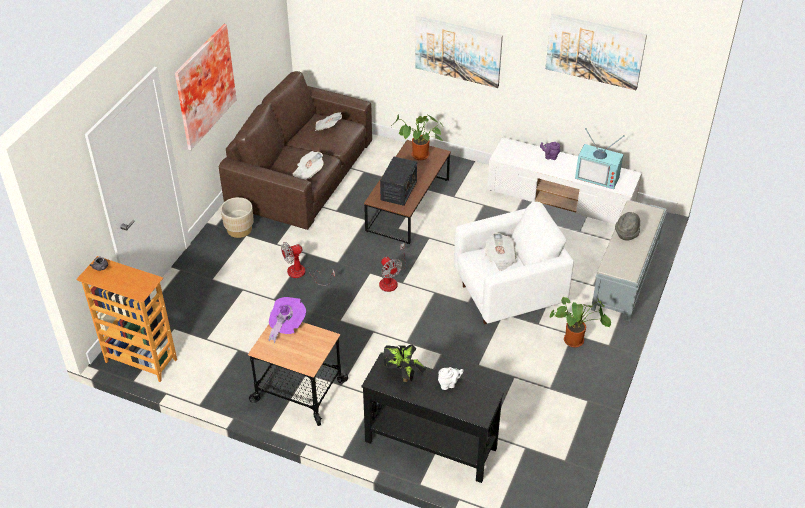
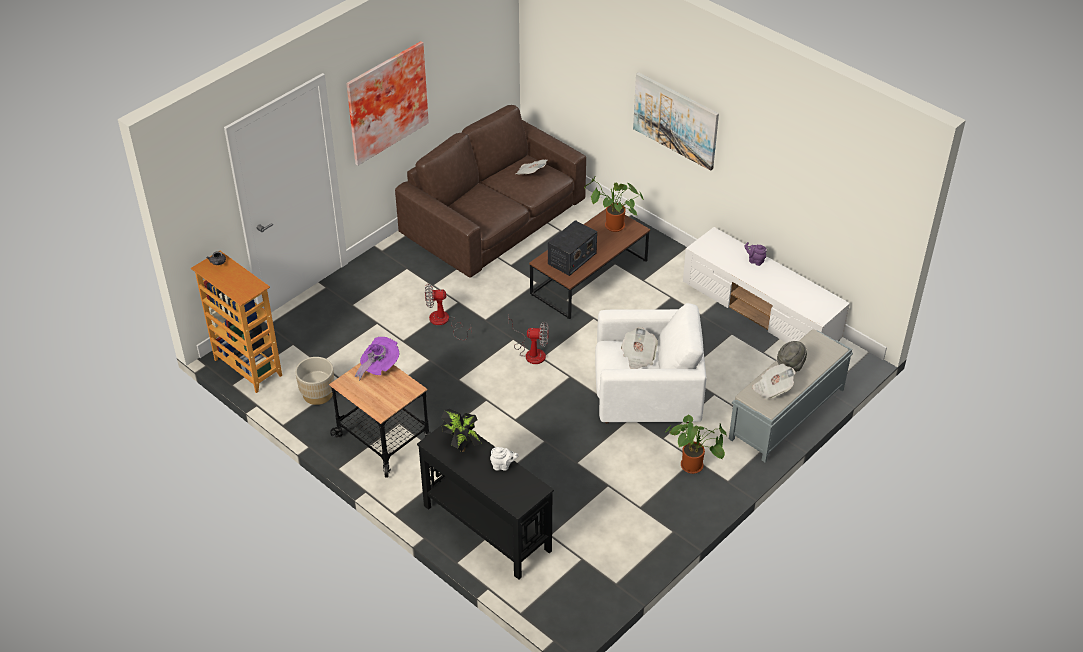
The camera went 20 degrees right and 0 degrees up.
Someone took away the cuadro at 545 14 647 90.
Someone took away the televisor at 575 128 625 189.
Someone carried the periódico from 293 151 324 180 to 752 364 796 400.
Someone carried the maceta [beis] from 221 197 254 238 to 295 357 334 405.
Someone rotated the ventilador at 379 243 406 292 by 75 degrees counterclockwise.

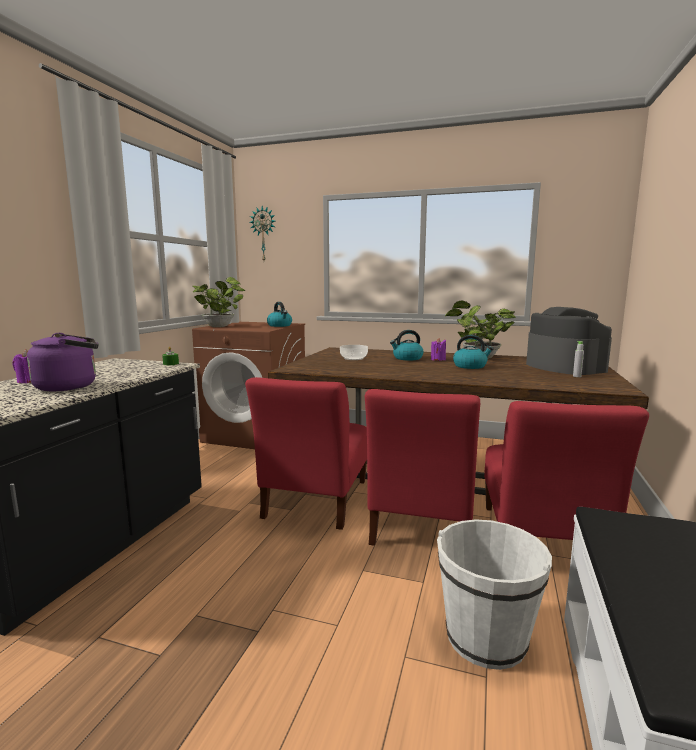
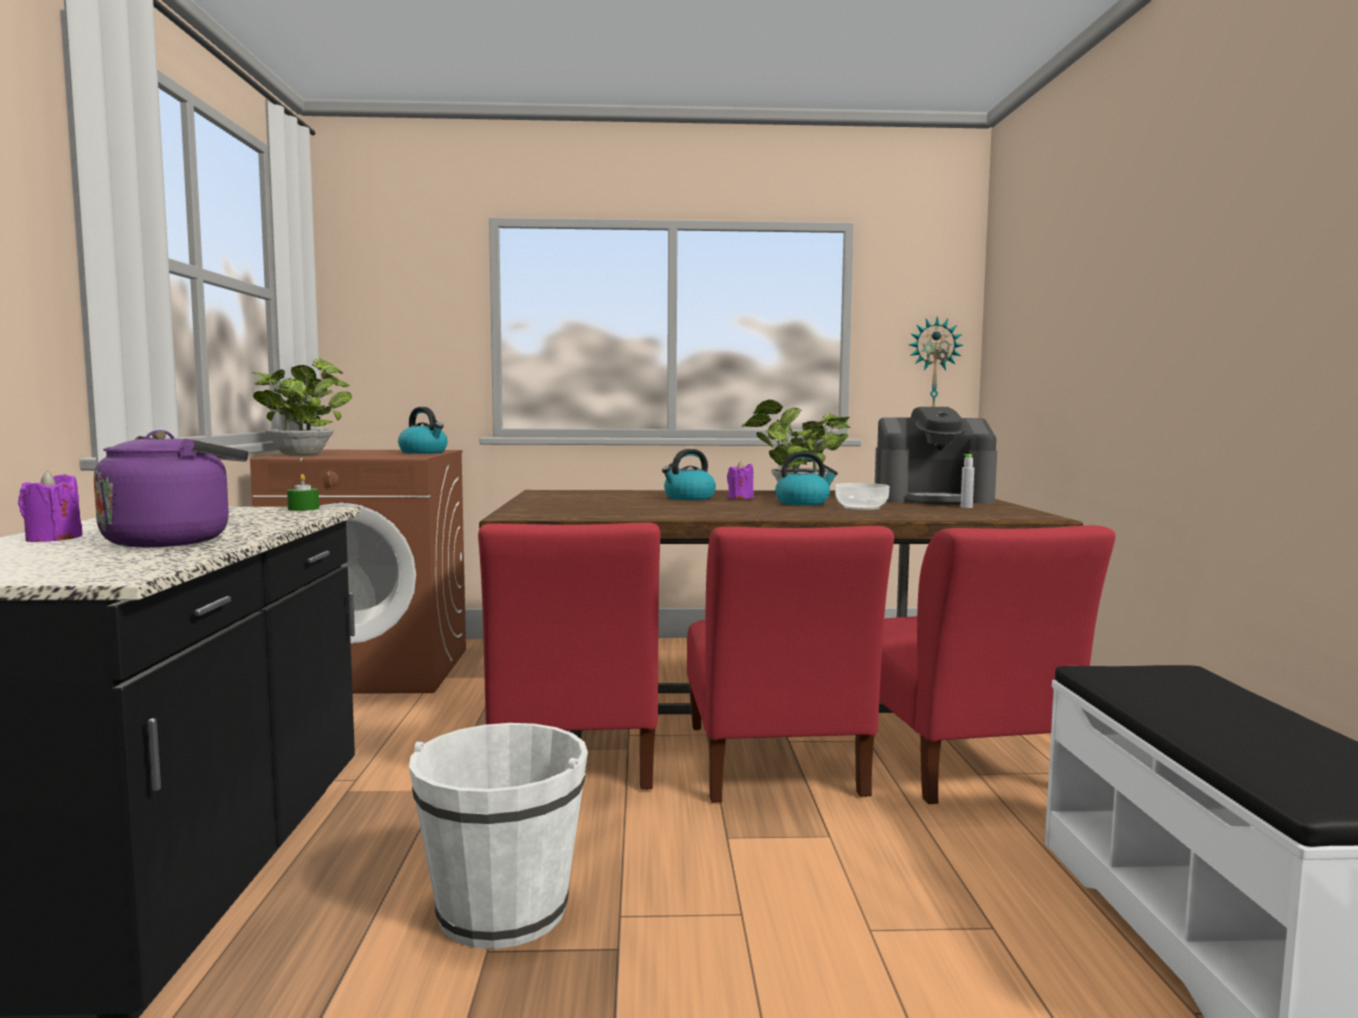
The camera went 20 degrees left and 5 degrees down.
Someone carried the reloj de pared from 250 206 275 261 to 909 316 963 407.
Someone rotated the cafetera at 526 307 612 375 by 135 degrees clockwise.
Someone carried the cuenco from 340 345 368 360 to 835 483 889 510.
Someone carried the cubo [blanco] from 437 519 552 670 to 409 723 588 949.

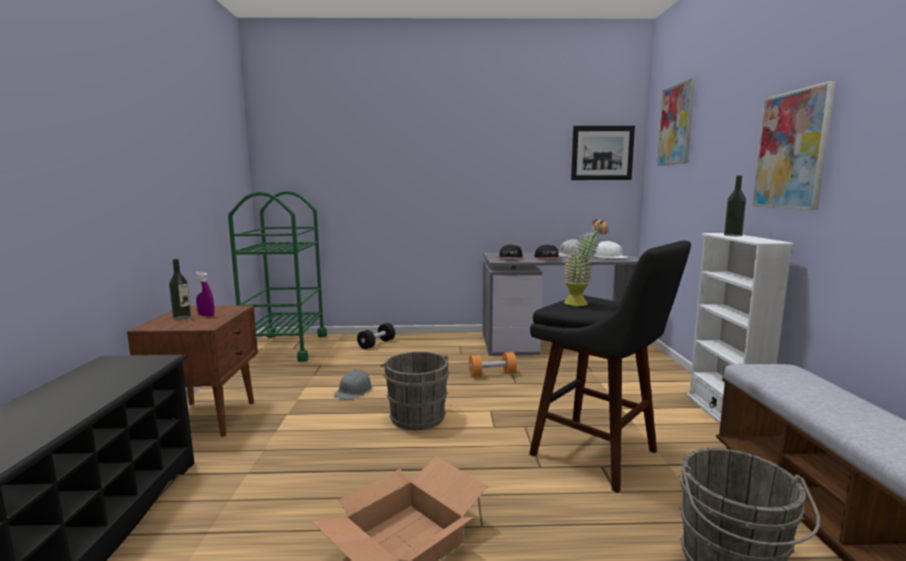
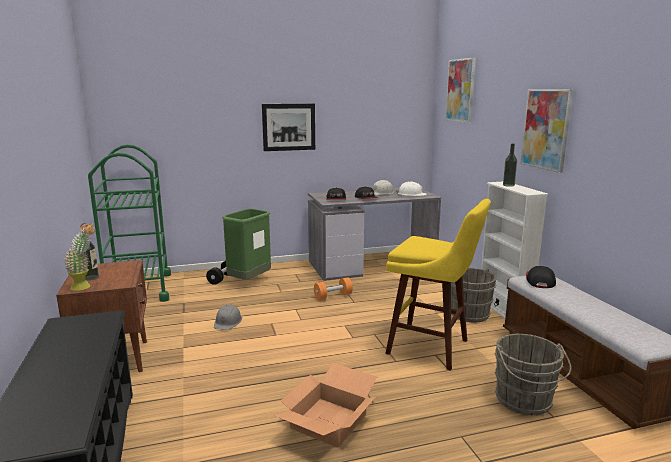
The camera went 15 degrees left and 5 degrees up.
Someone carried the cuadro from 571 126 635 180 to 262 104 315 151.
Someone carried the planta en maceta from 563 219 609 306 to 64 223 95 291.
Someone repainted the taburete [negro] at 529 241 691 493, which became the taburete [amarillo] at 385 199 491 371.
Someone took away the pulverizador [morado] at 195 272 214 317.
Someone carried the cubo [gris] from 380 352 450 430 to 451 268 497 322.
Someone put down the papelera [verde] at 222 209 271 280.
Someone put down the gorra at 526 266 556 288.

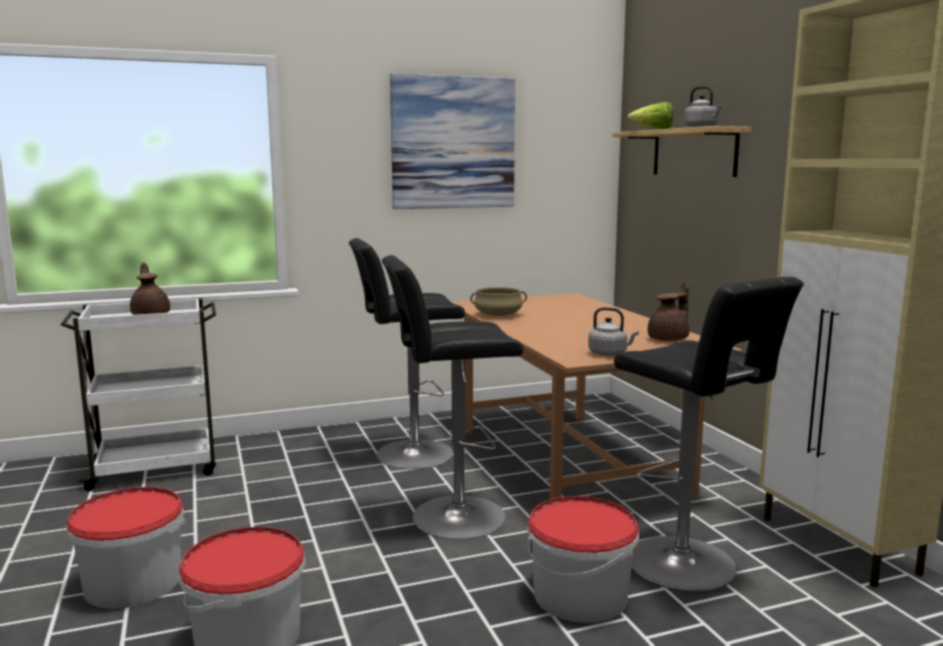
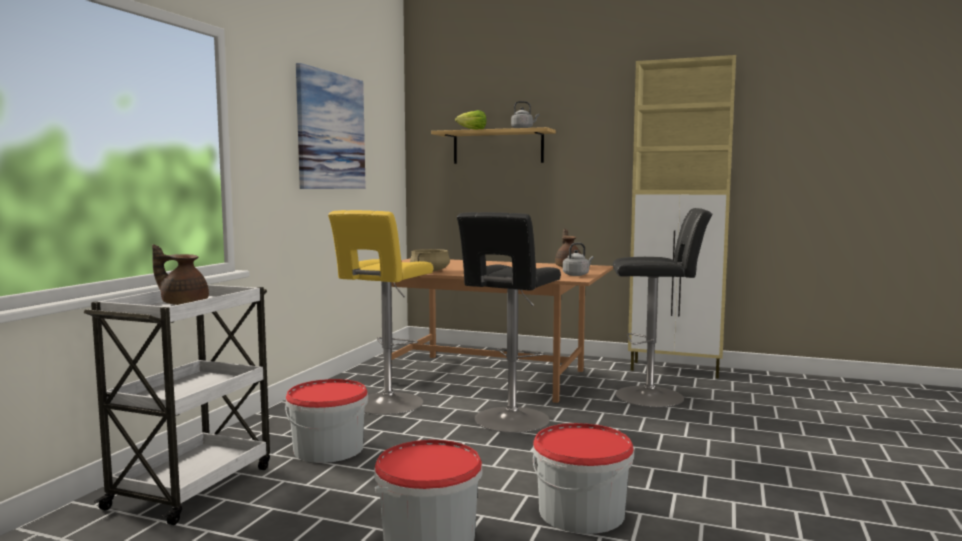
The camera went 50 degrees left and 5 degrees down.
Someone repainted the taburete [negro] at 349 238 465 469, which became the taburete [amarillo] at 328 210 433 415.
Someone carried the cubo from 528 496 639 623 to 285 379 368 463.

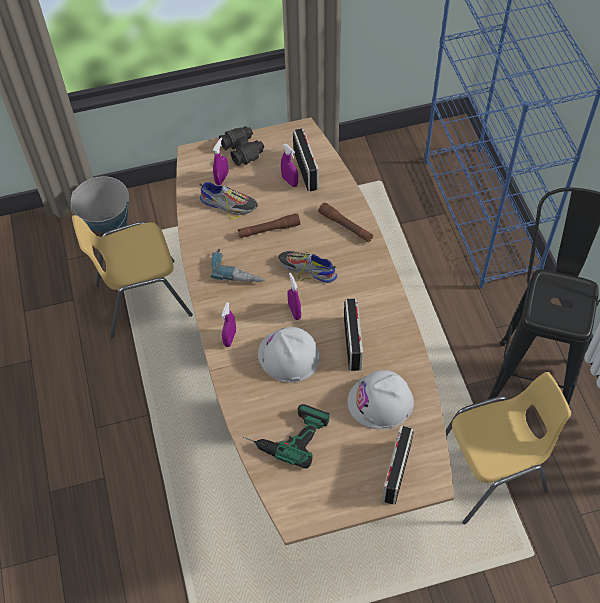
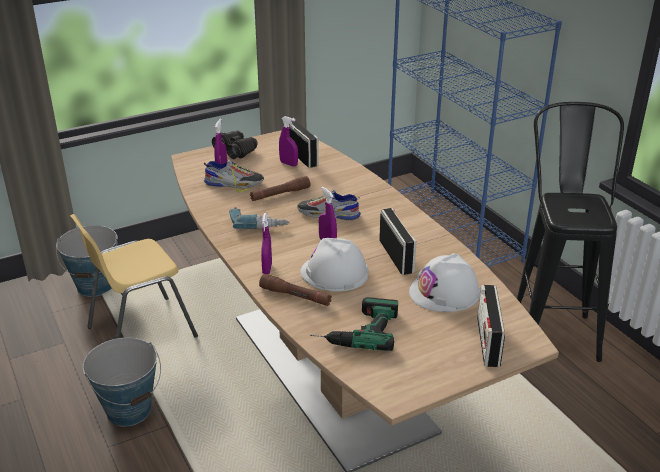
The camera went 15 degrees left and 25 degrees down.
Someone carried the linterna [marrón] from 318 202 373 242 to 259 274 332 306.
Someone took away the silla [amarillo] at 445 372 571 525.
Someone put down the cubo at 83 337 161 427.

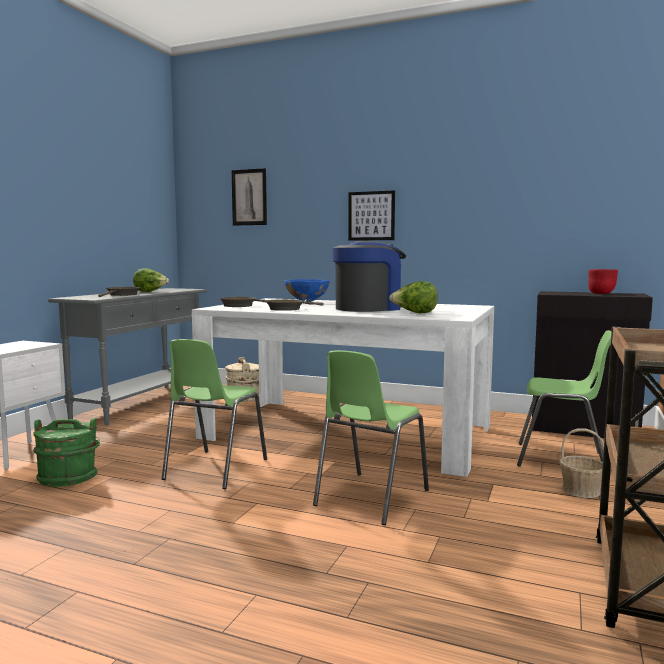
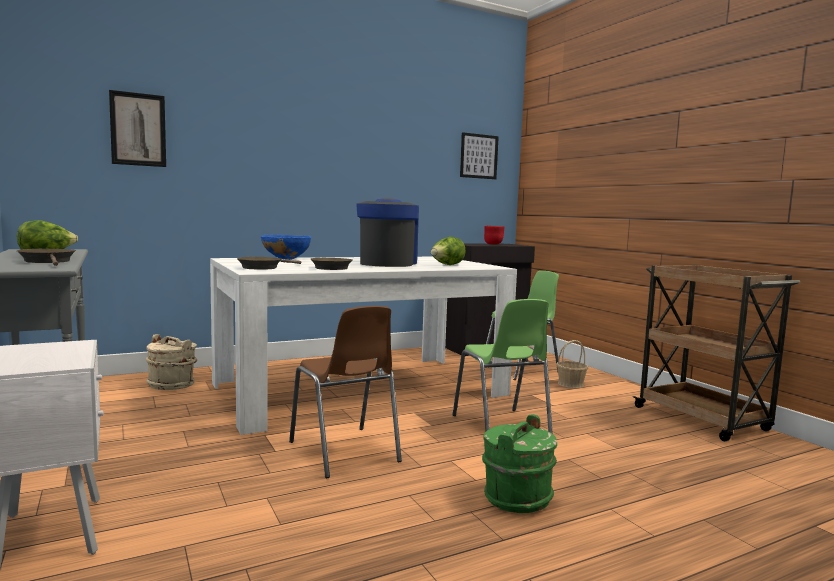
The camera went 50 degrees left and 0 degrees up.
Someone carried the cuadro from 348 190 395 241 to 460 132 499 179.
Someone repainted the silla [verde] at 162 339 267 489, which became the silla [marrón] at 289 306 402 478.
Someone carried the cubo [verde] from 33 418 100 487 to 482 414 557 513.

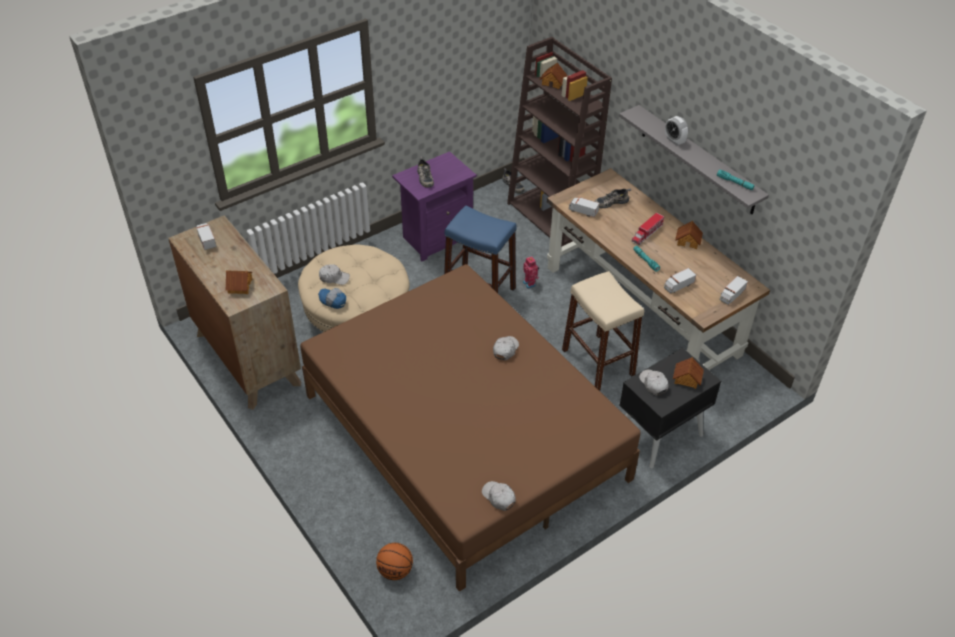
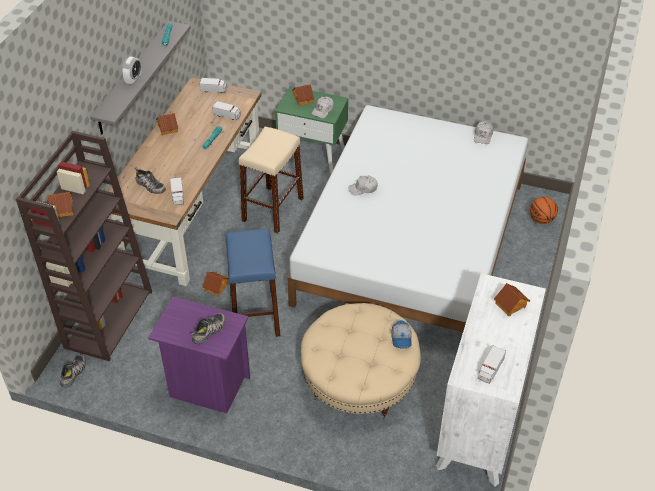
The camera went 125 degrees left and 0 degrees up.
Someone took away the camión de juguete at 632 213 664 245.
Someone repainted the cómoda [marrón] at 168 215 301 410, which became the cómoda [blanco] at 436 273 546 487.
Someone swapped the robot de juguete at 523 256 539 289 for the casita at 202 272 229 296.
Someone repainted the cama [marrón] at 300 264 641 592, which became the cama [blanco] at 288 105 528 332.
Someone took away the gorra [blanco] at 319 264 350 285.
Someone repainted the mesita de noche [negro] at 619 348 721 468, which became the mesita de noche [verde] at 275 86 349 174.

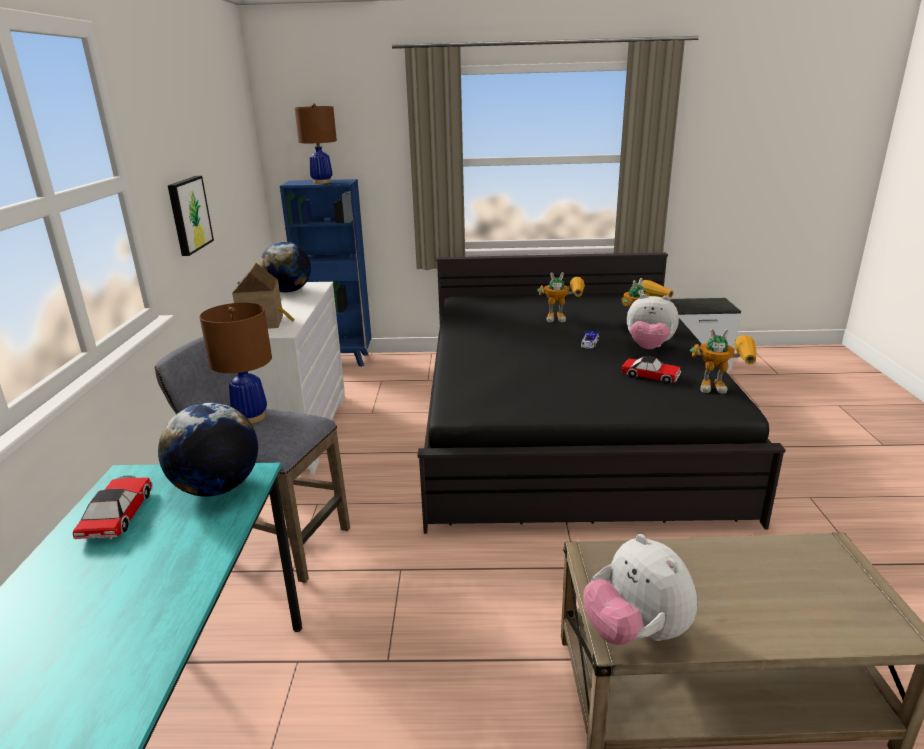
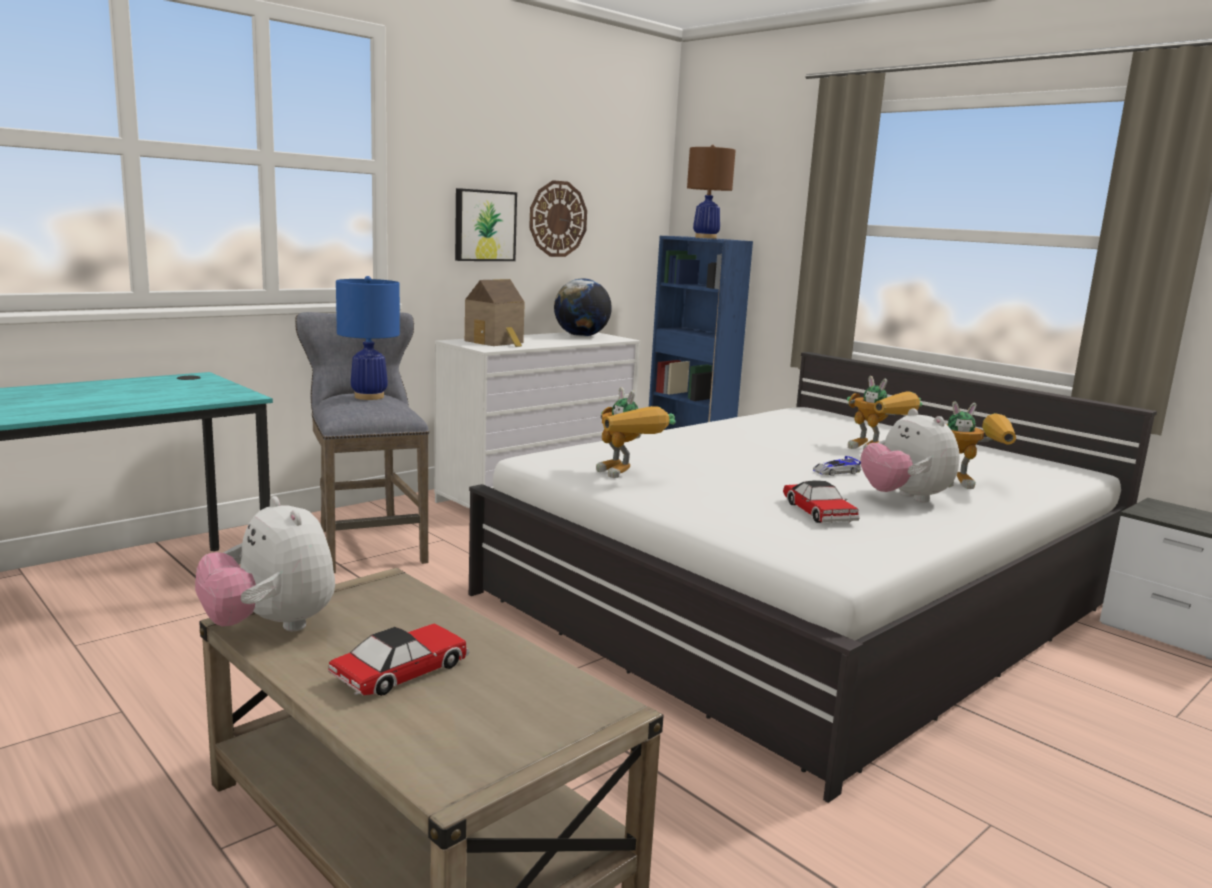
The camera went 45 degrees right and 10 degrees down.
Someone repainted the cama [negro] at 418 252 786 534, which became the cama [blanco] at 469 352 1157 803.
Someone repainted the lámpara de mesa [marrón] at 200 303 272 424, which became the lámpara de mesa [azul] at 336 276 400 400.
Someone carried the robot de juguete from 690 329 756 394 to 596 387 675 478.
Someone took away the globo terráqueo at 158 403 258 496.
Someone carried the coche de juguete from 73 478 153 540 to 328 624 470 696.
Someone rotated the peluche at 583 534 697 645 by 60 degrees counterclockwise.
Someone put up the reloj de pared at 529 180 587 257.

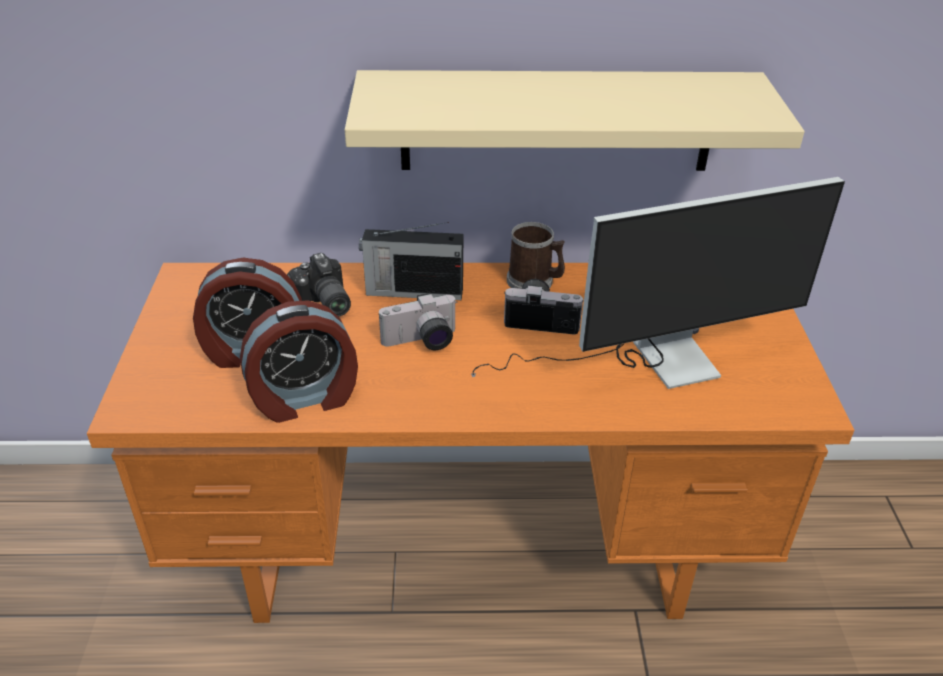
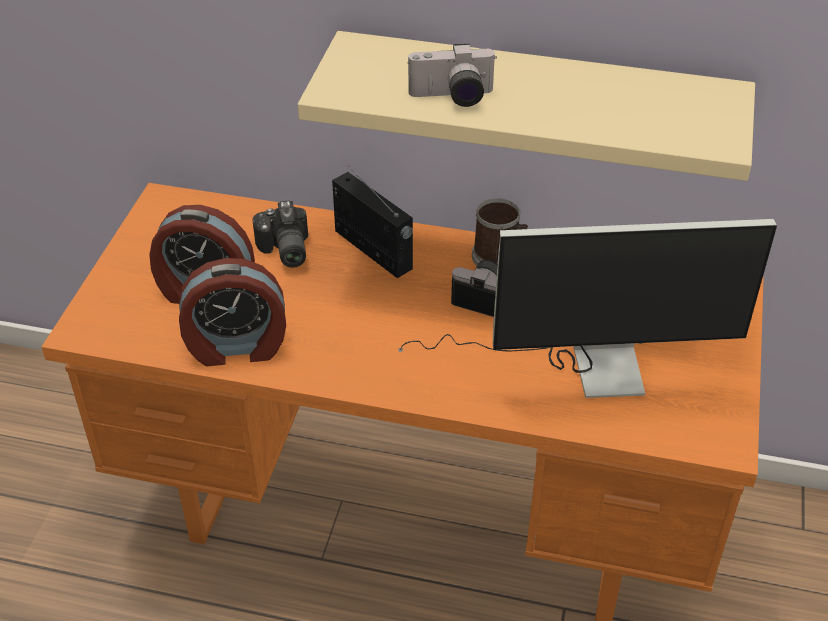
The camera went 15 degrees right and 5 degrees up.
Someone rotated the radio at 359 222 463 300 by 150 degrees counterclockwise.
Someone carried the cámara from 379 293 457 350 to 407 43 497 107.

